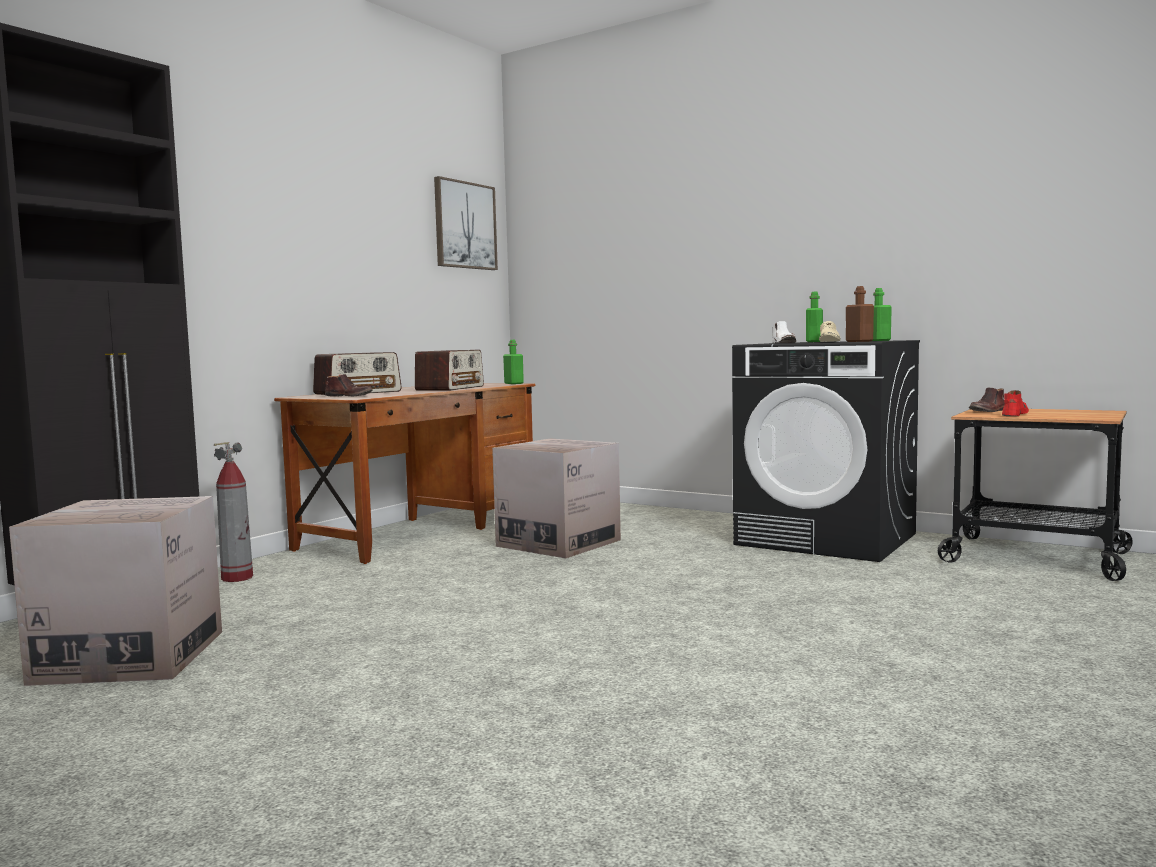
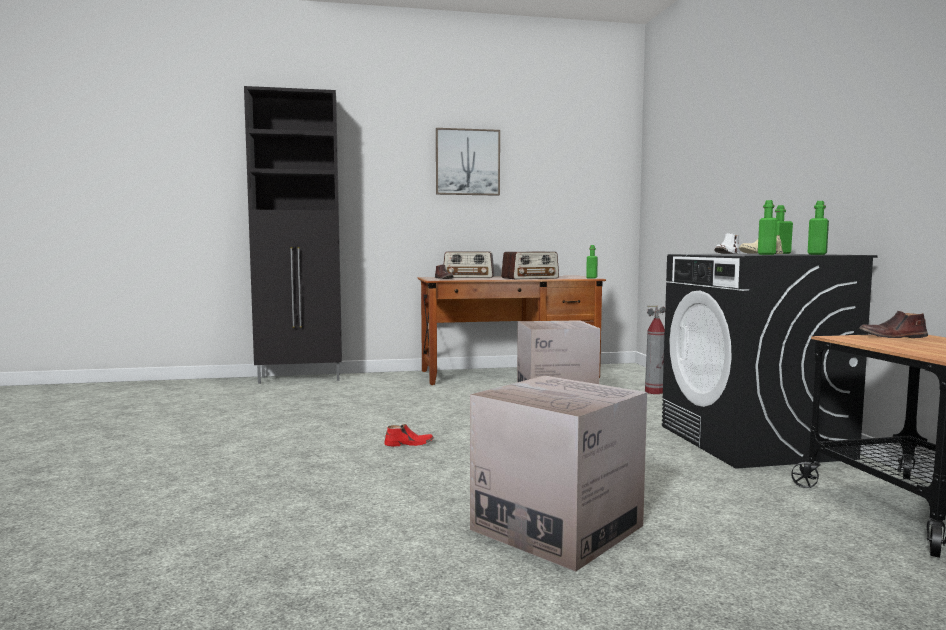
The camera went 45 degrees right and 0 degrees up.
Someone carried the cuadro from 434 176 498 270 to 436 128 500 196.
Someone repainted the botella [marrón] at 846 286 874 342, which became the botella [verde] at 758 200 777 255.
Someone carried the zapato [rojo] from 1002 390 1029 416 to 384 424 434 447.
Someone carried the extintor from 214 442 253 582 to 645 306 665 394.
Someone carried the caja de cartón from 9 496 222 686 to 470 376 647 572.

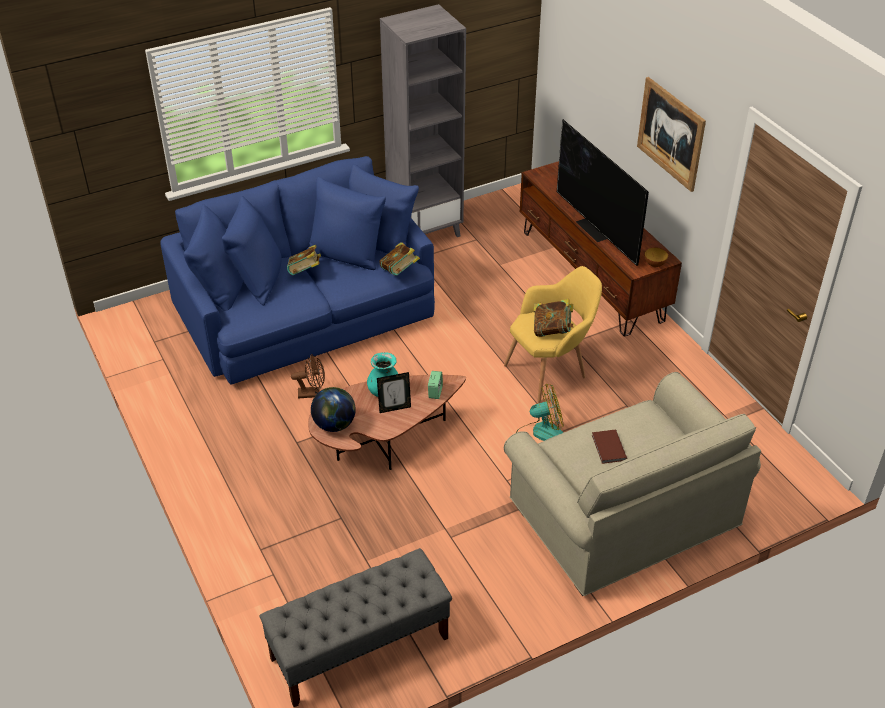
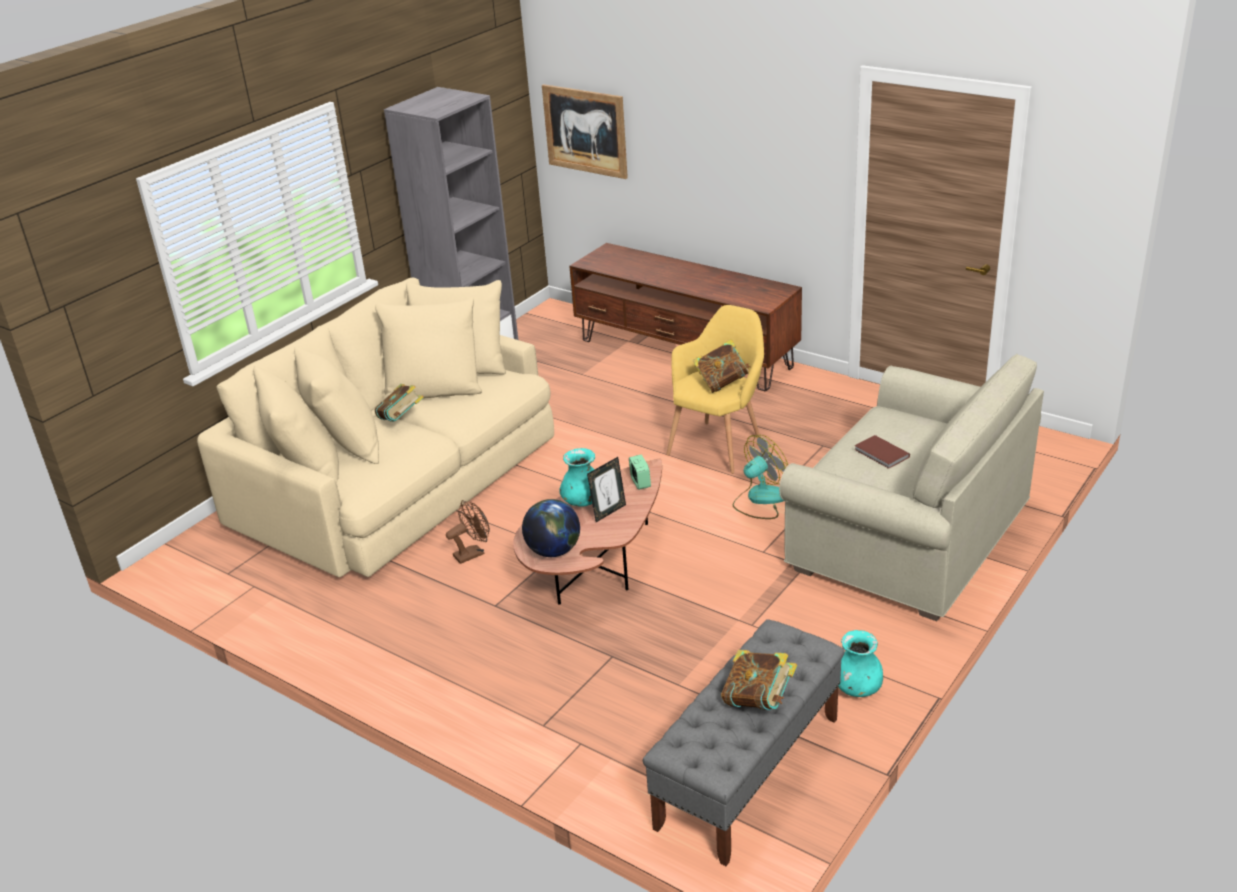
The camera went 25 degrees left and 10 degrees down.
Someone carried the cuadro from 637 77 706 192 to 542 84 628 179.
Someone took away the televisor at 557 119 649 266.
Someone repainted the sofá [azul] at 160 156 435 385, which became the sofá [beis] at 197 278 554 577.
Someone carried the libro from 379 242 420 276 to 721 650 797 710.
Someone took away the cuenco at 645 247 668 267.
Someone put down the florero [turquesa] at 838 630 883 697.

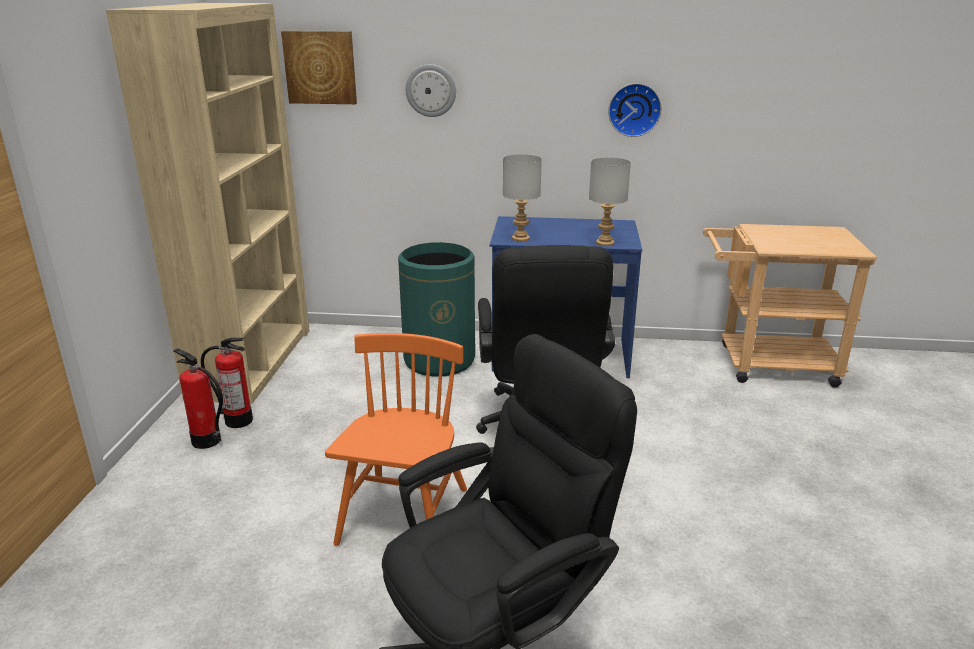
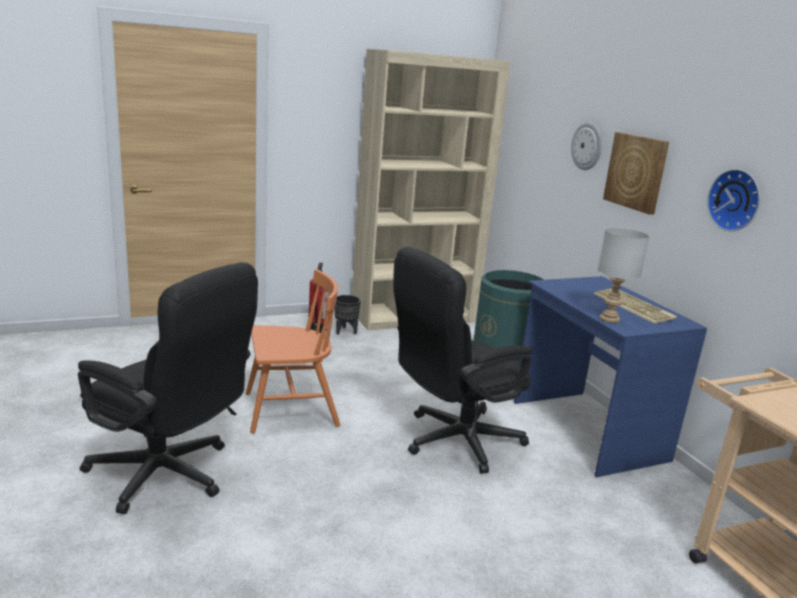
The camera went 60 degrees right and 5 degrees down.
Someone carried the cuadro from 281 31 357 104 to 603 132 669 215.
Someone took away the lámpara de mesa [gris] at 503 154 542 242.
Someone swapped the extintor at 201 338 253 428 for the maceta [negro] at 334 295 361 335.
Someone put down the teclado at 594 288 678 324.

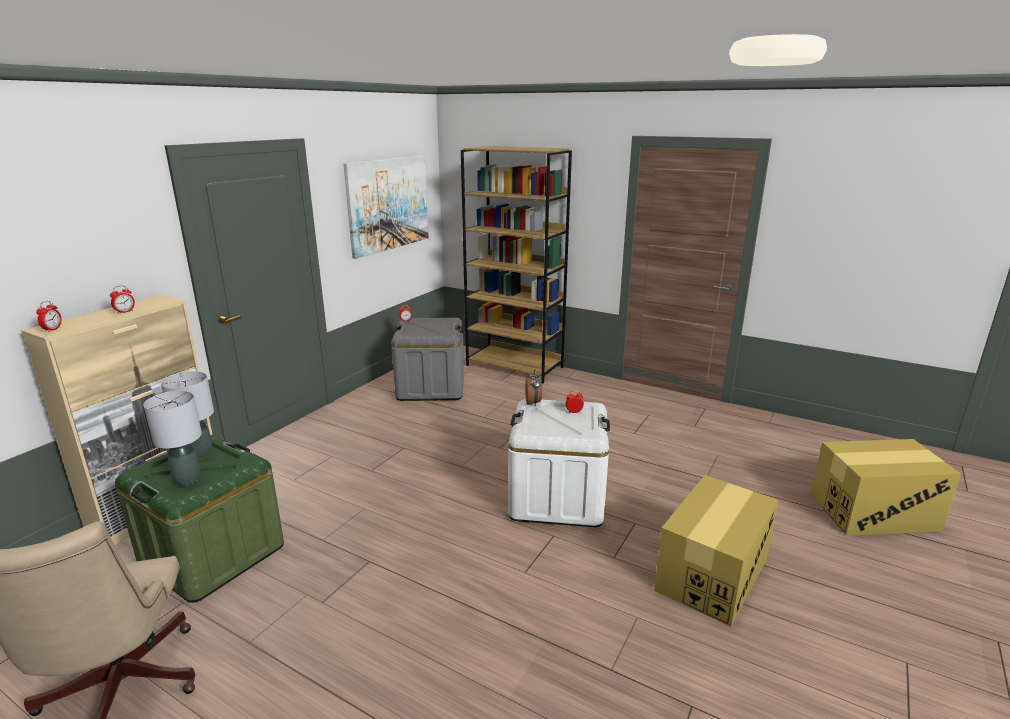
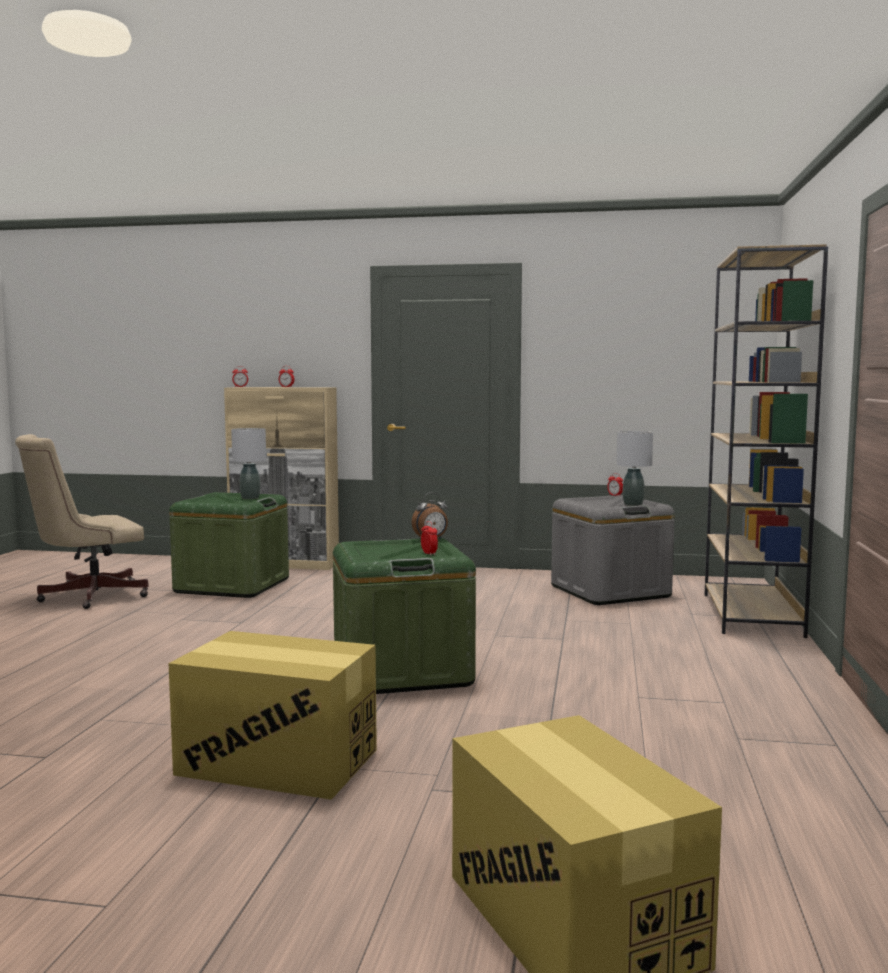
The camera went 70 degrees right and 15 degrees down.
Someone took away the cuadro at 343 156 429 259.
Someone carried the lámpara de mesa [gris] from 144 391 202 486 to 616 431 653 506.
Someone repainted the caja de almacenaje [blanco] at 508 399 610 527, which became the caja de almacenaje [verde] at 333 538 476 694.

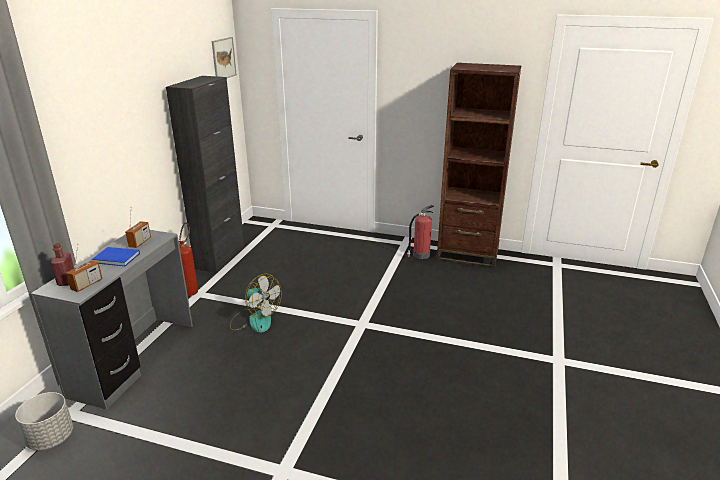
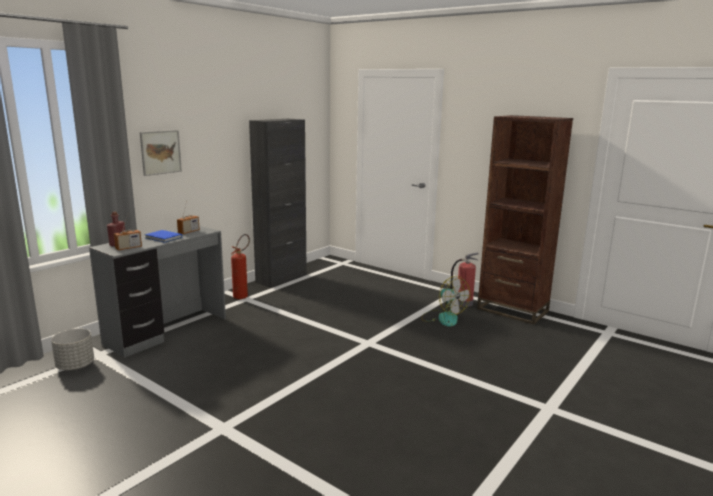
The camera went 20 degrees right and 10 degrees down.
Someone carried the cuadro from 212 37 237 78 to 140 130 182 176.
Someone carried the ventilador from 230 274 282 333 to 421 276 471 326.

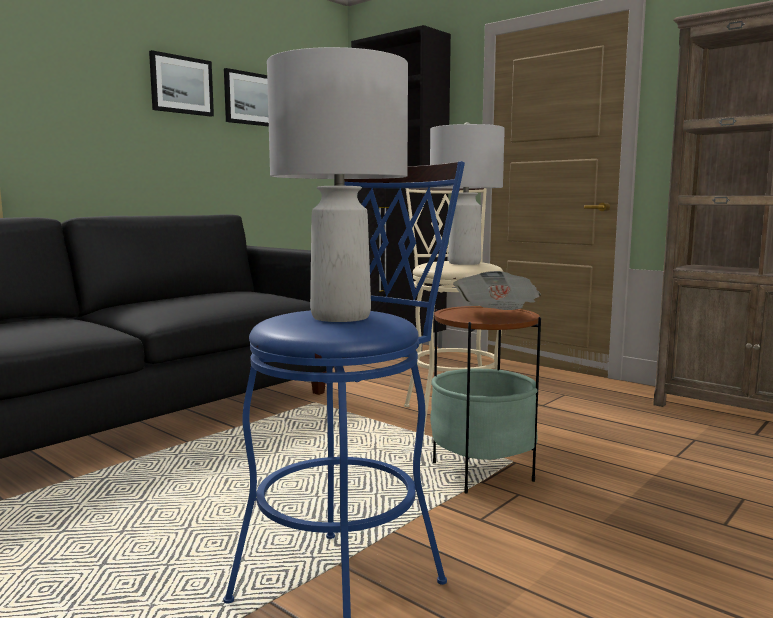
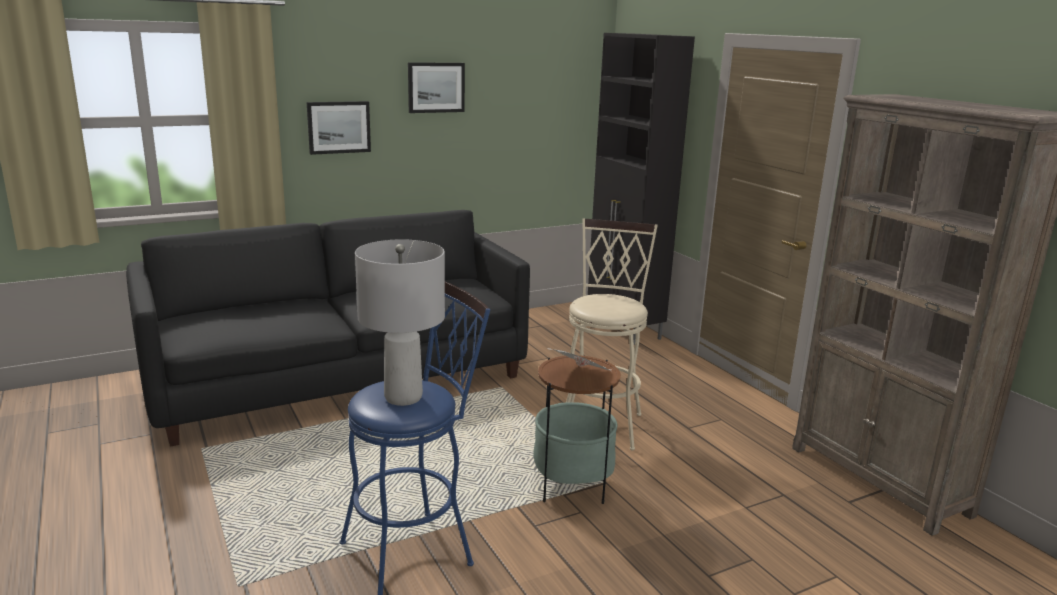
The camera went 20 degrees right and 10 degrees up.
Someone carried the cuadro from 224 68 269 126 to 307 101 371 155.
Someone took away the lámpara de mesa [gris] at 430 122 505 265.

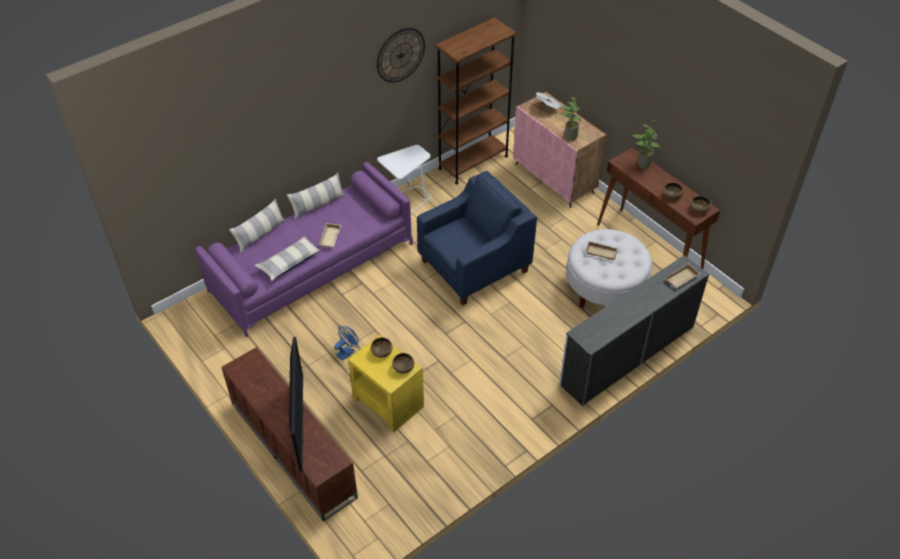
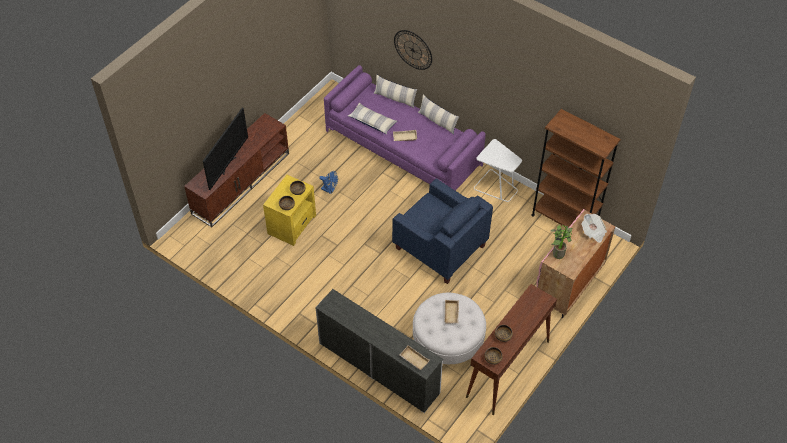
The camera went 75 degrees right and 5 degrees up.
Someone carried the reloj de pared from 377 28 425 83 to 394 30 432 70.
Someone took away the planta en maceta at 631 120 661 169.
Someone rotated the televisor at 289 337 305 471 by 45 degrees counterclockwise.

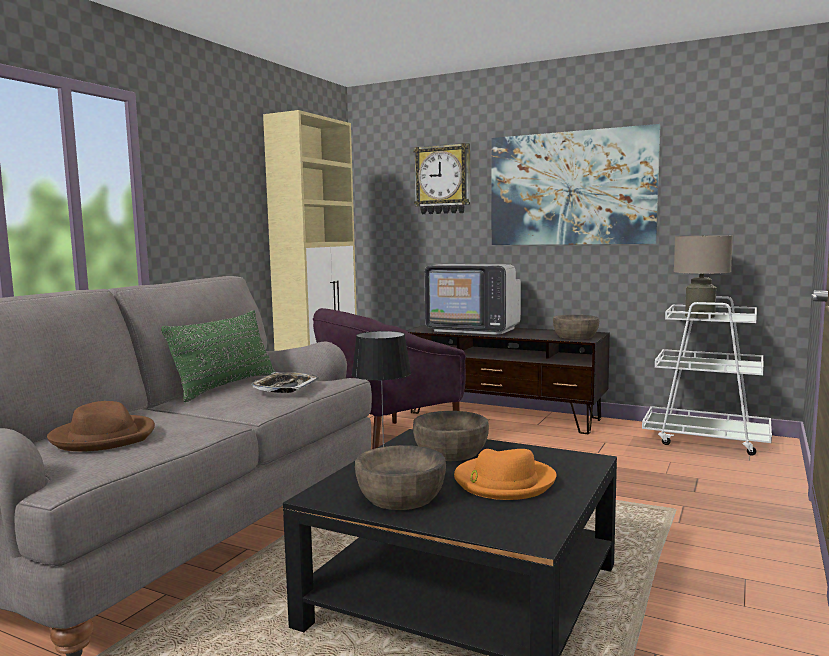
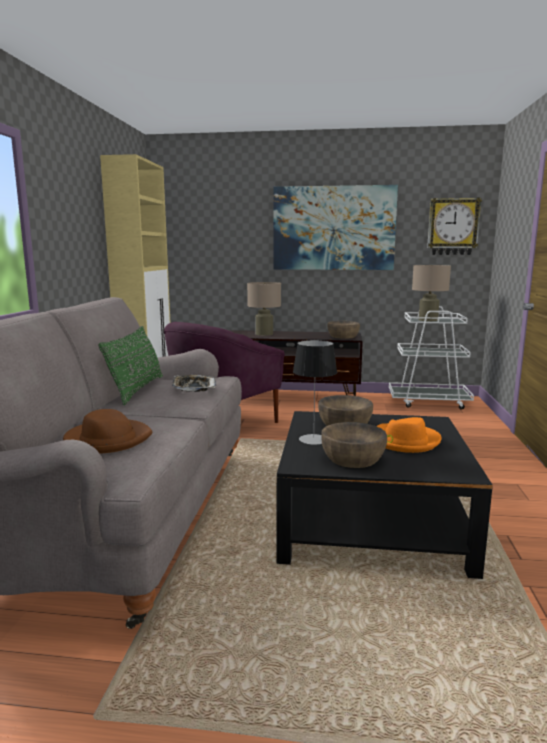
The camera went 20 degrees left and 5 degrees up.
Someone carried the reloj de pared from 413 143 470 214 to 427 197 482 255.
Someone swapped the televisor at 424 264 521 335 for the lámpara de mesa [beis] at 247 282 281 336.

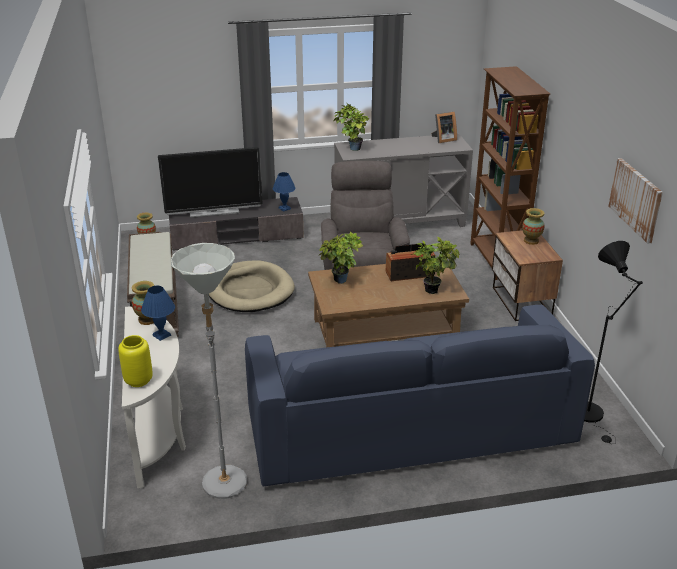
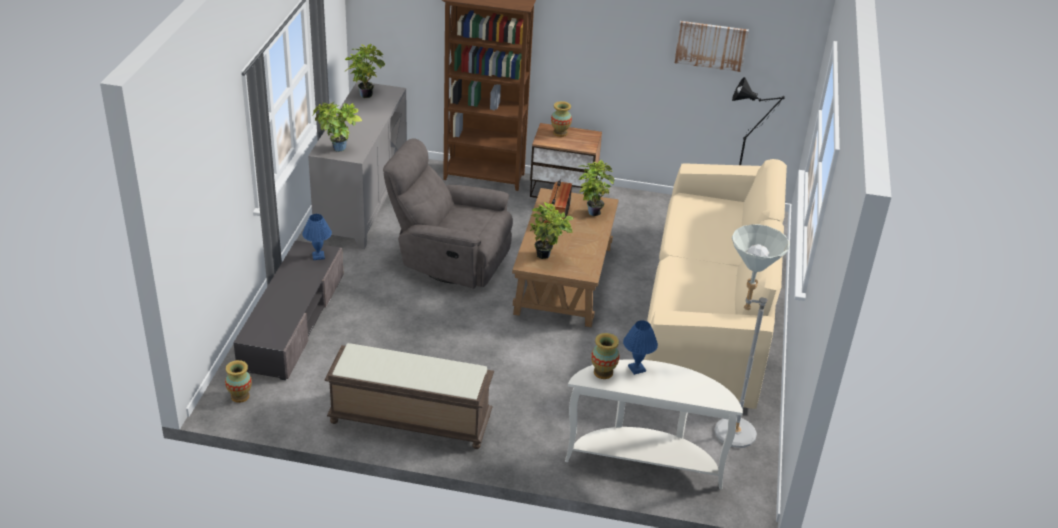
The camera went 70 degrees left and 5 degrees up.
Someone swapped the portarretratos at 431 112 457 143 for the planta en maceta at 344 44 385 98.
Someone took away the televisor at 158 147 262 218.
Someone took away the cama para perro [beis] at 209 260 295 312.
Someone repainted the sofá [azul] at 245 305 595 486, which became the sofá [beis] at 643 159 787 409.
Someone took away the florero [amarillo] at 118 335 153 387.

